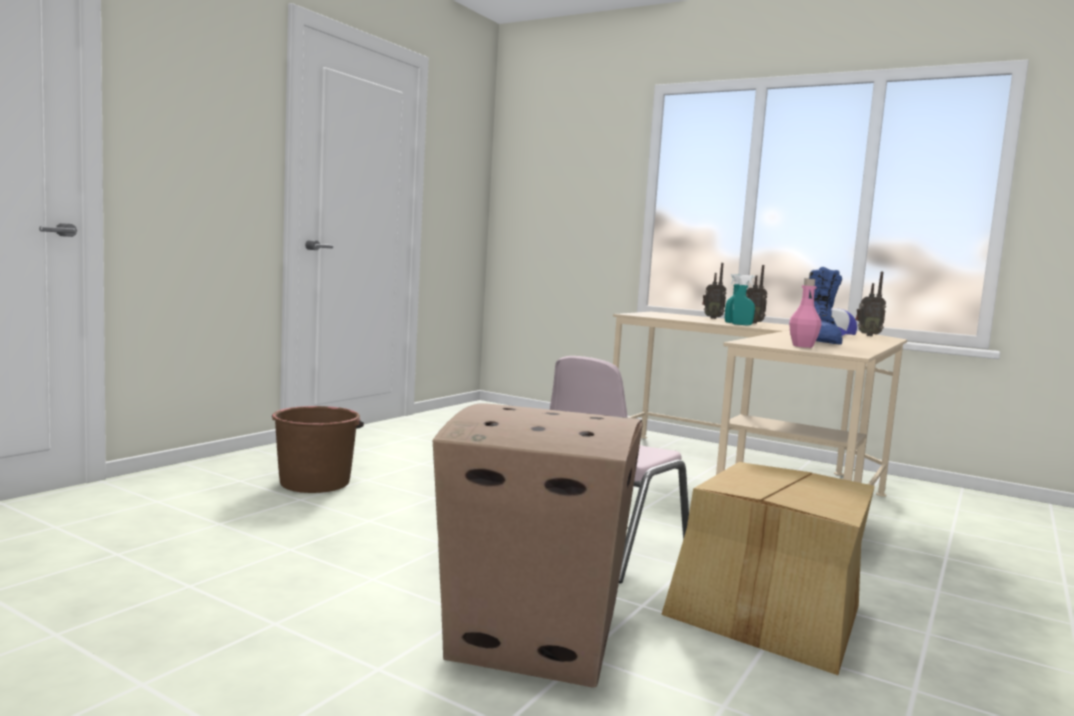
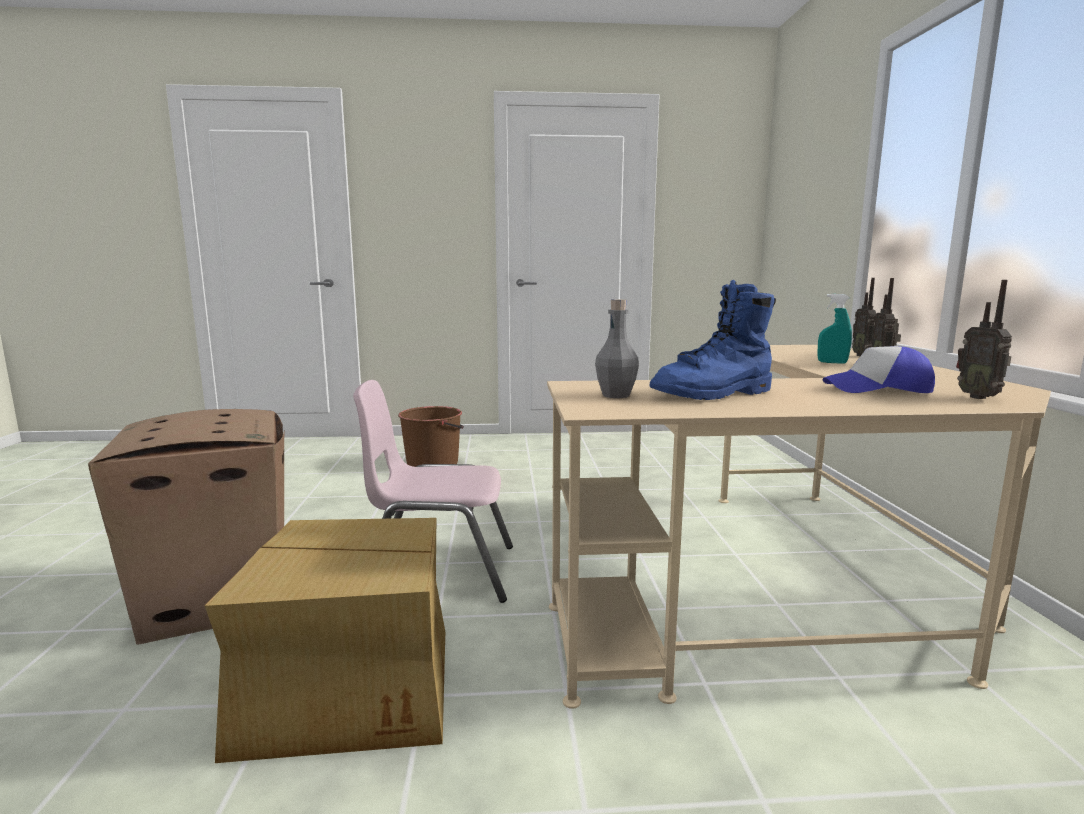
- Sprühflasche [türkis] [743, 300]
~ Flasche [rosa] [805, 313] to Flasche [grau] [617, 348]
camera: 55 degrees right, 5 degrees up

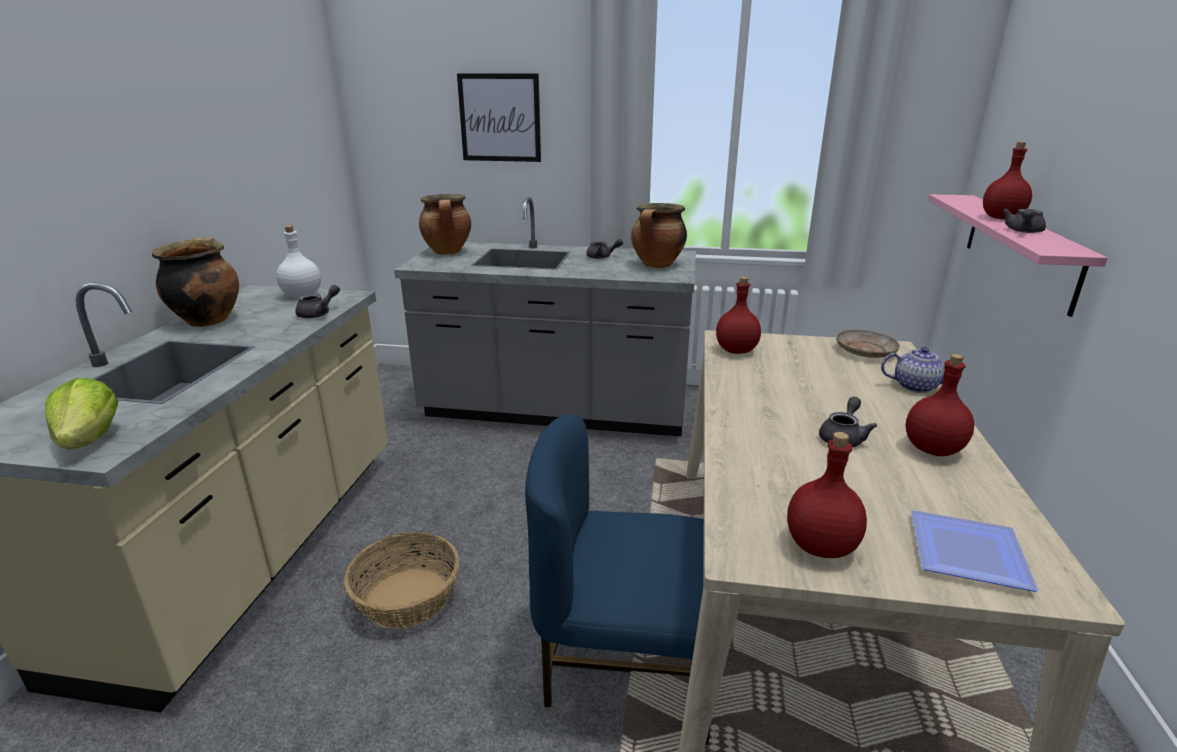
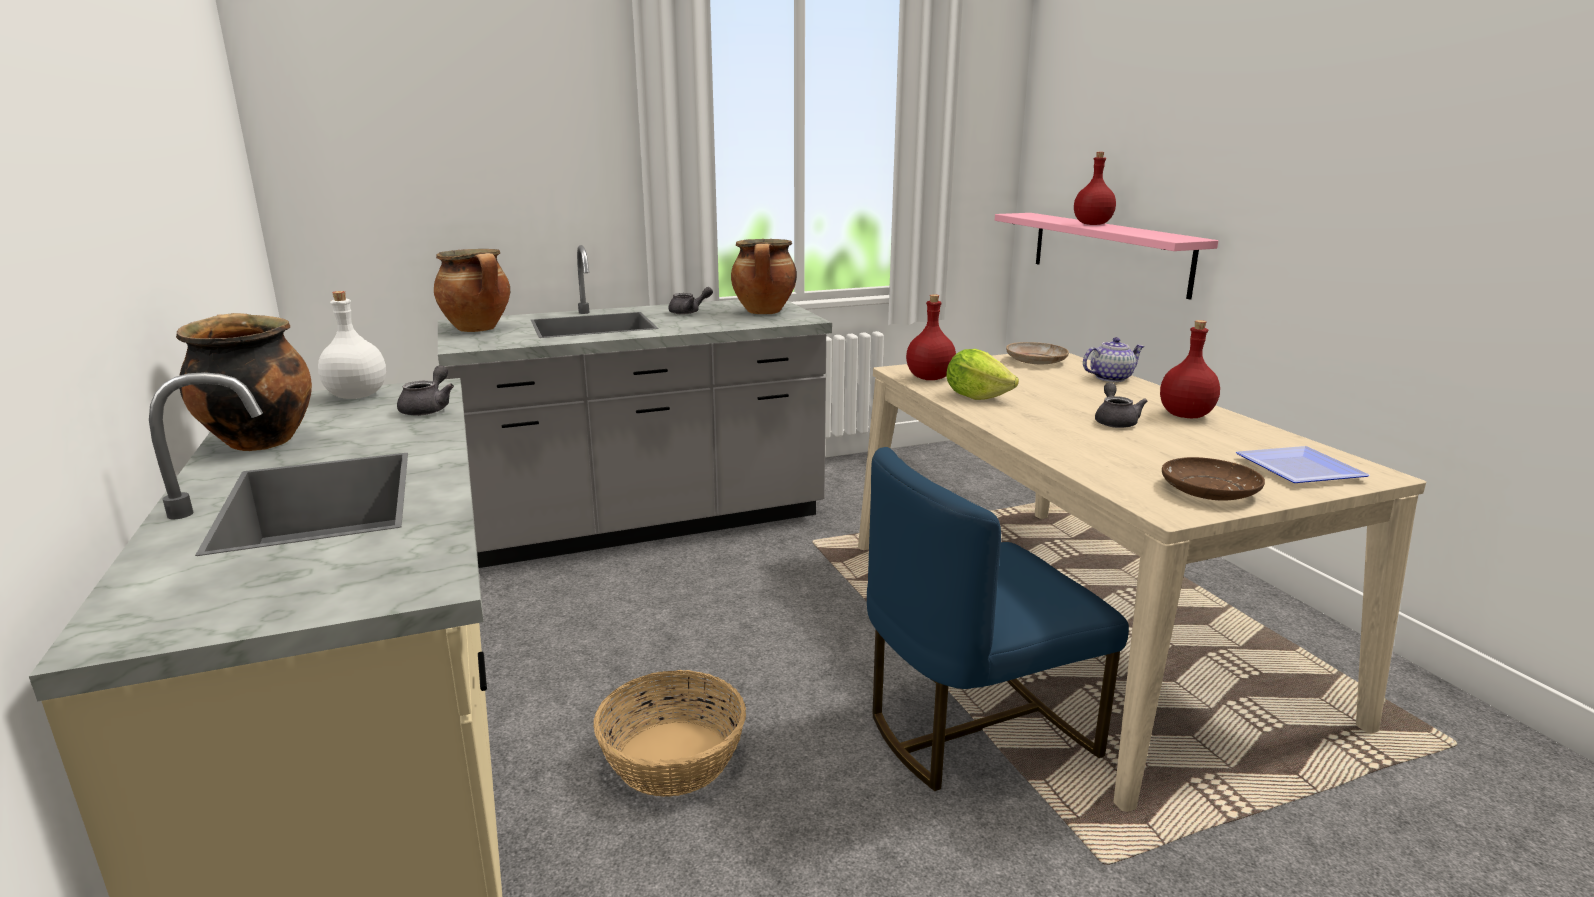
- Bild [499, 117]
- Teekanne [grau] [1024, 221]
~ Salatkopf [81, 413] to [982, 374]
~ Flasche [rot] [827, 495] to Teller [braun] [1213, 479]
camera: 30 degrees left, 5 degrees down

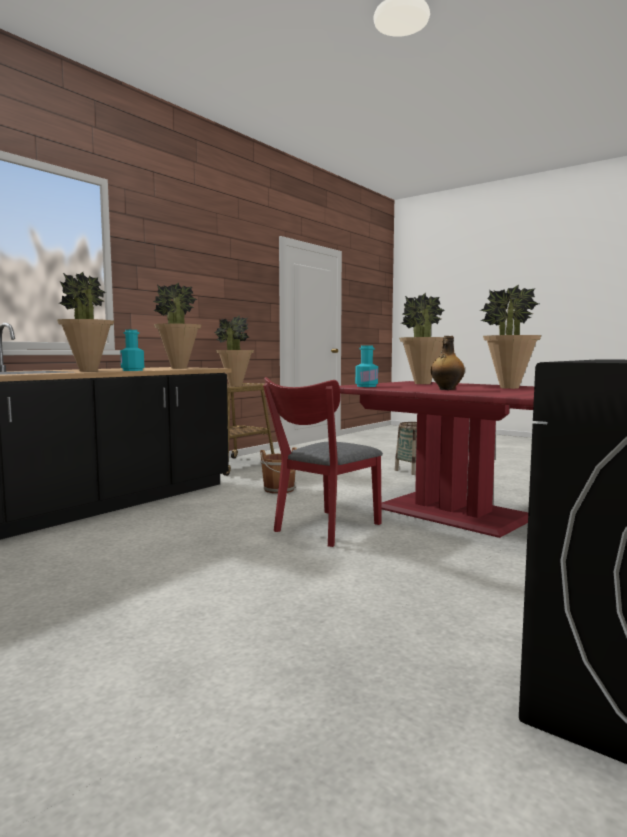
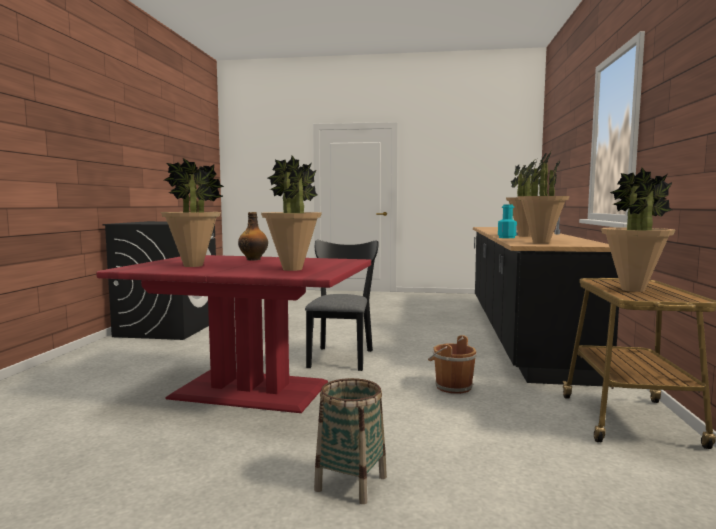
- Flasche [türkis] [366, 366]
~ Stuhl [rot] [323, 462] to Stuhl [schwarz] [342, 305]
camera: 150 degrees right, 0 degrees up

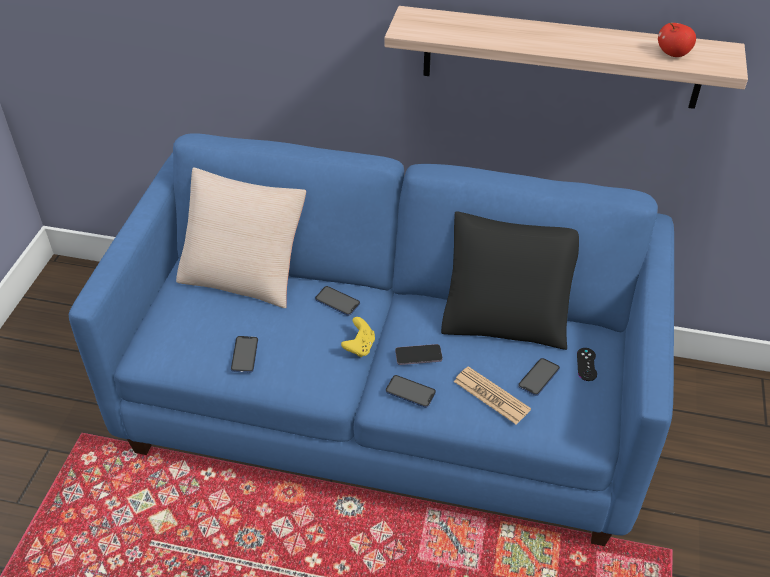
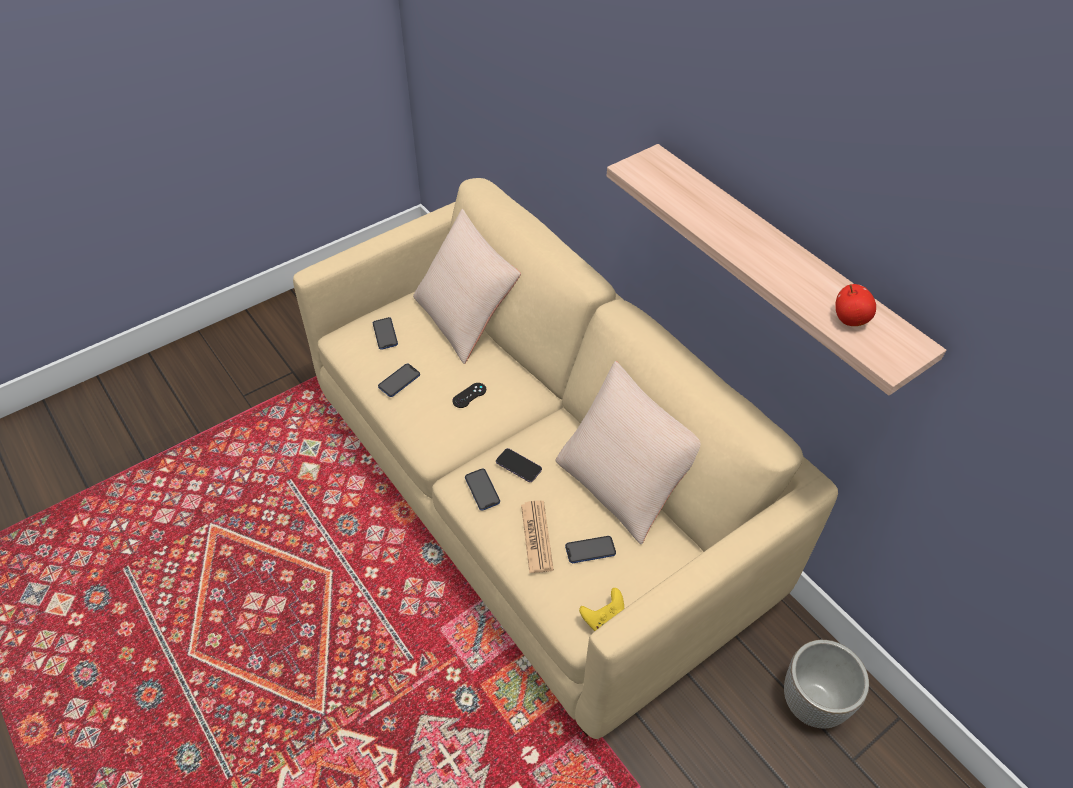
+ Pflanzkübel [826, 684]
~ Handy [337, 301] to [385, 333]
~ Gamepad [gelb] [358, 337] to [601, 609]
~ Gamepad [schwarz] [587, 364] to [469, 395]
~ Sofa [blau] [371, 339] to Sofa [beige] [565, 458]
~ Kissen [schwarz] [510, 280] to Kissen [beige] [628, 452]
camera: 40 degrees right, 5 degrees up

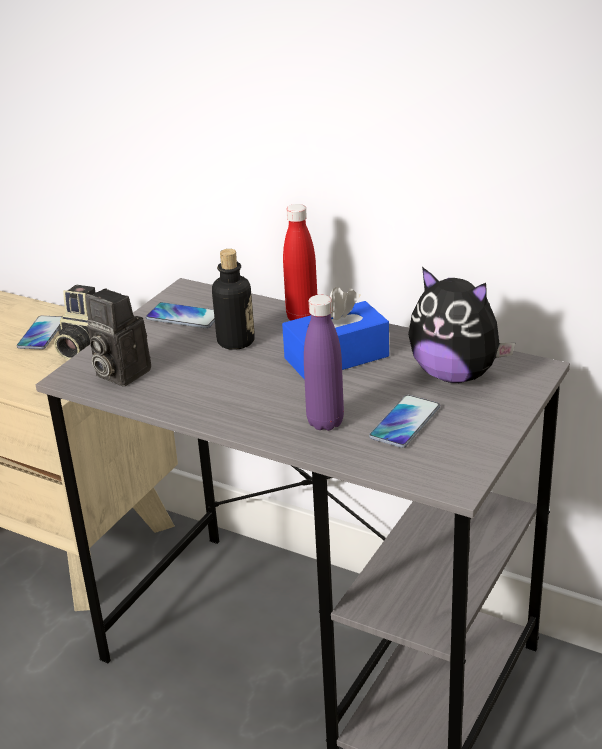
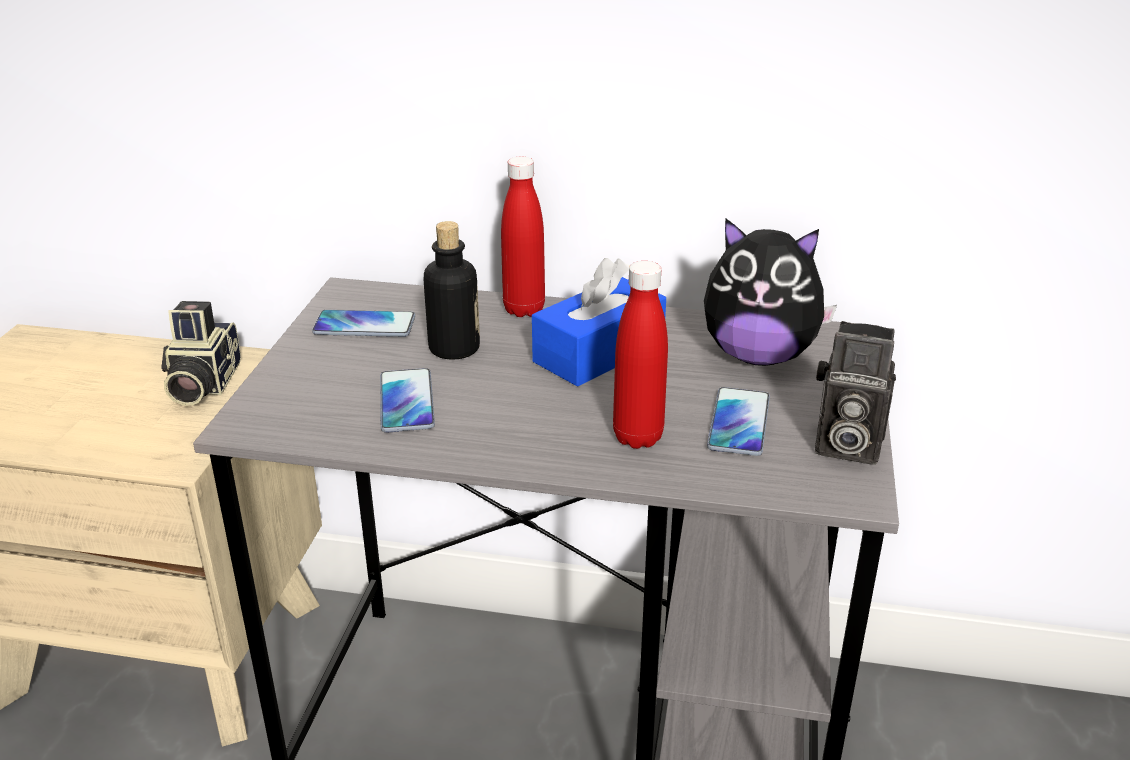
~ Handy [39, 332] to [407, 400]
~ Kamera [118, 337] to [855, 393]
~ Flasche [lila] [324, 363] to Flasche [rot] [640, 355]
camera: 20 degrees left, 0 degrees up

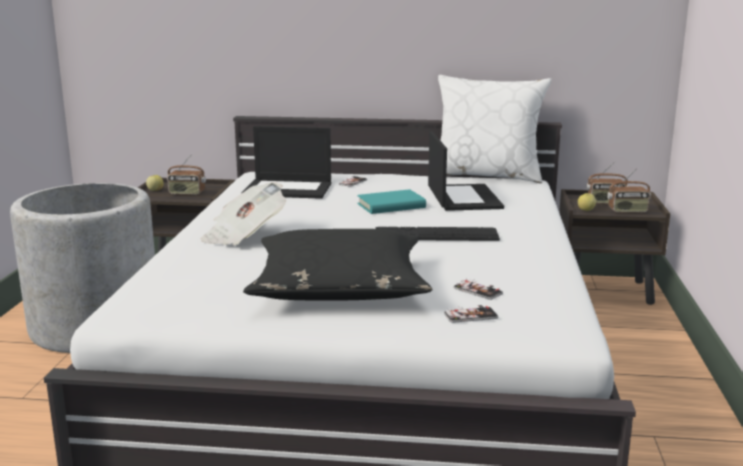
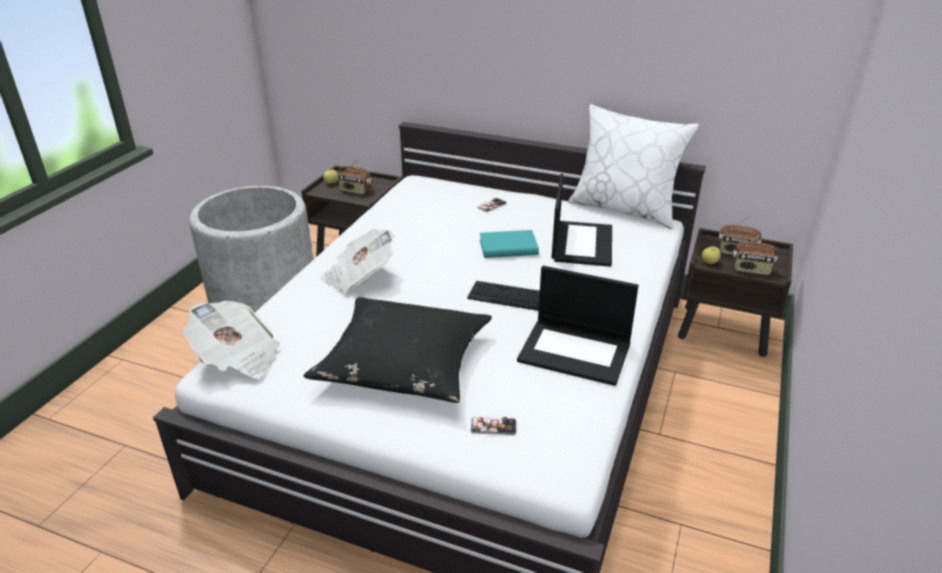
- Handy [478, 290]
+ Zeitung [231, 339]
~ Laptop [286, 162] to [578, 326]
camera: 15 degrees right, 15 degrees up

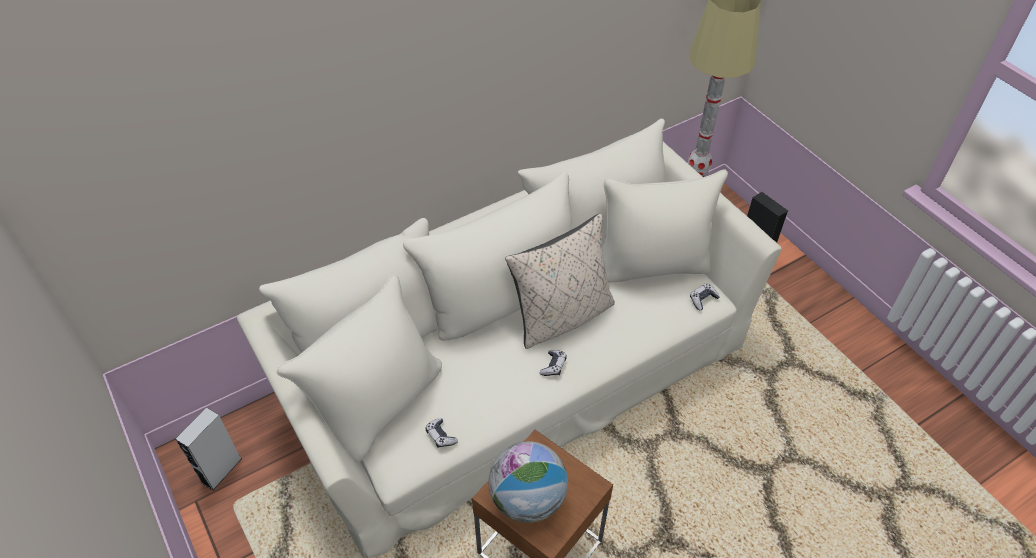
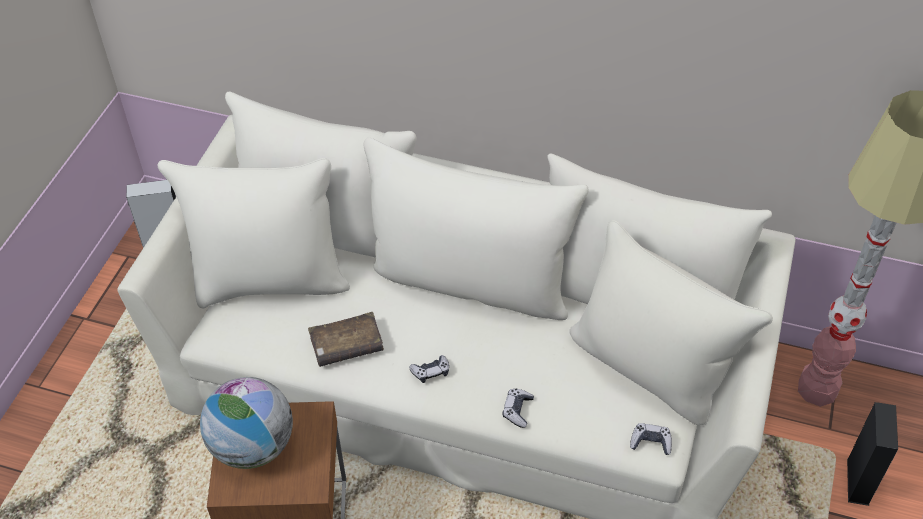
- Kissen [beige] [560, 281]
+ Buch [braun] [346, 339]
~ Gamepad [441, 433] to [518, 408]
camera: 50 degrees right, 0 degrees up

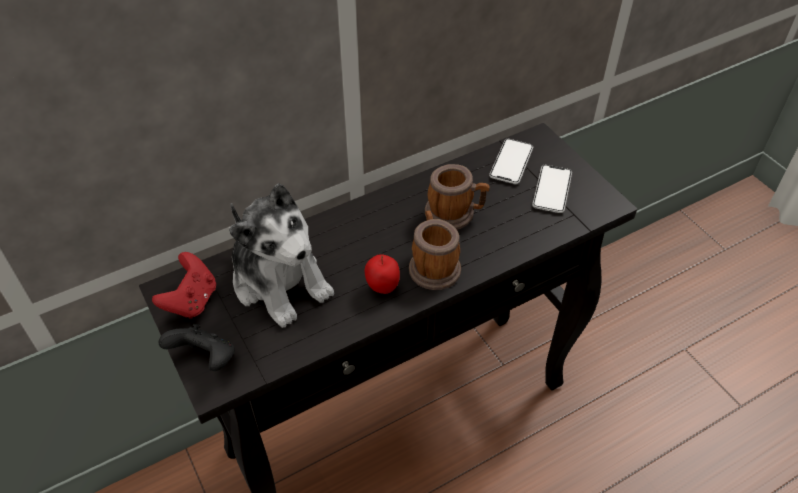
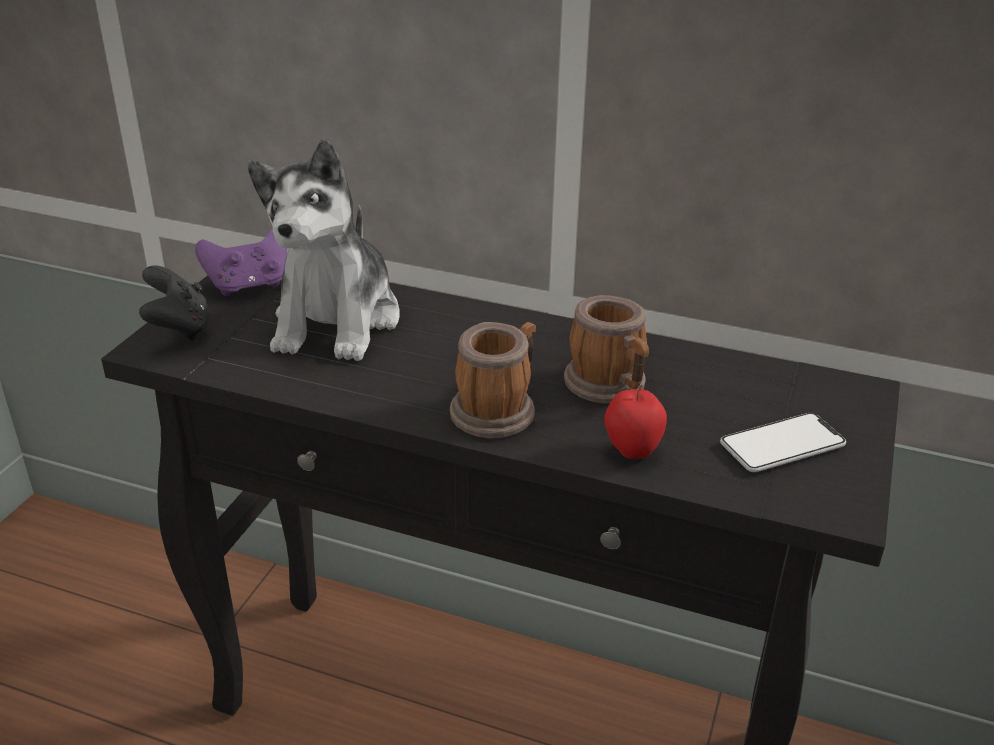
- Handy [511, 161]
~ Apfel [382, 274] to [635, 422]
~ Gamepad [rot] [184, 285] to Gamepad [lila] [241, 262]
camera: 50 degrees right, 15 degrees down

